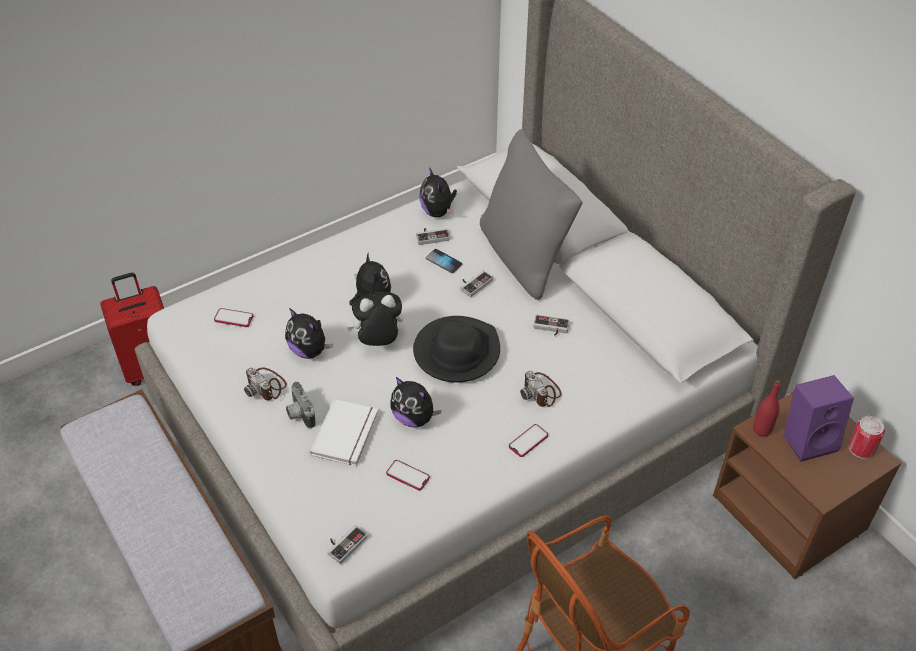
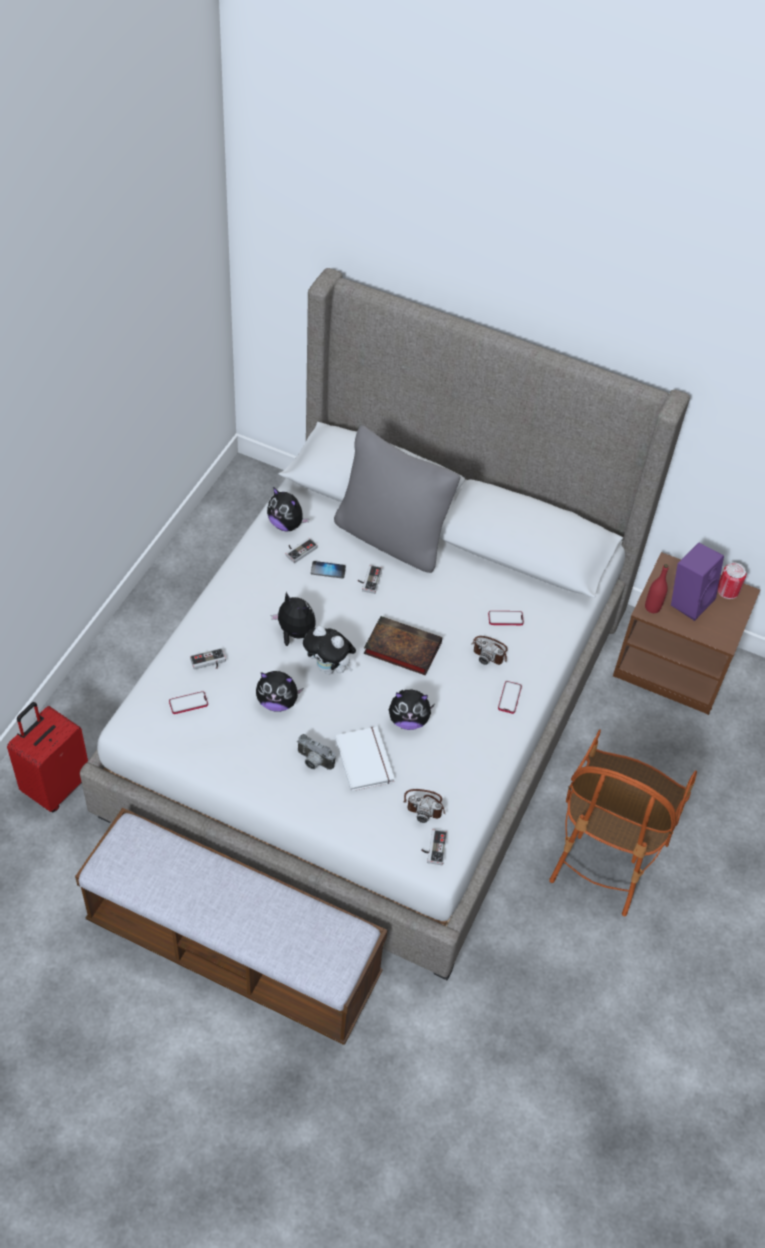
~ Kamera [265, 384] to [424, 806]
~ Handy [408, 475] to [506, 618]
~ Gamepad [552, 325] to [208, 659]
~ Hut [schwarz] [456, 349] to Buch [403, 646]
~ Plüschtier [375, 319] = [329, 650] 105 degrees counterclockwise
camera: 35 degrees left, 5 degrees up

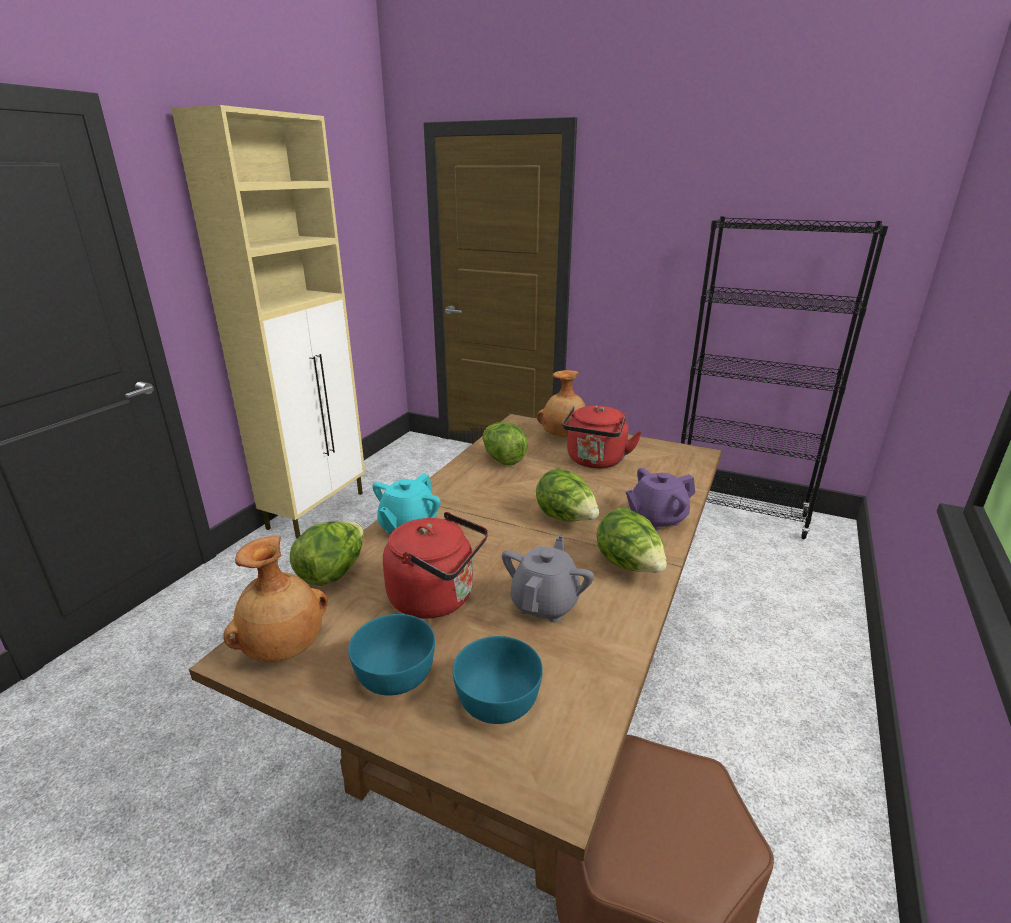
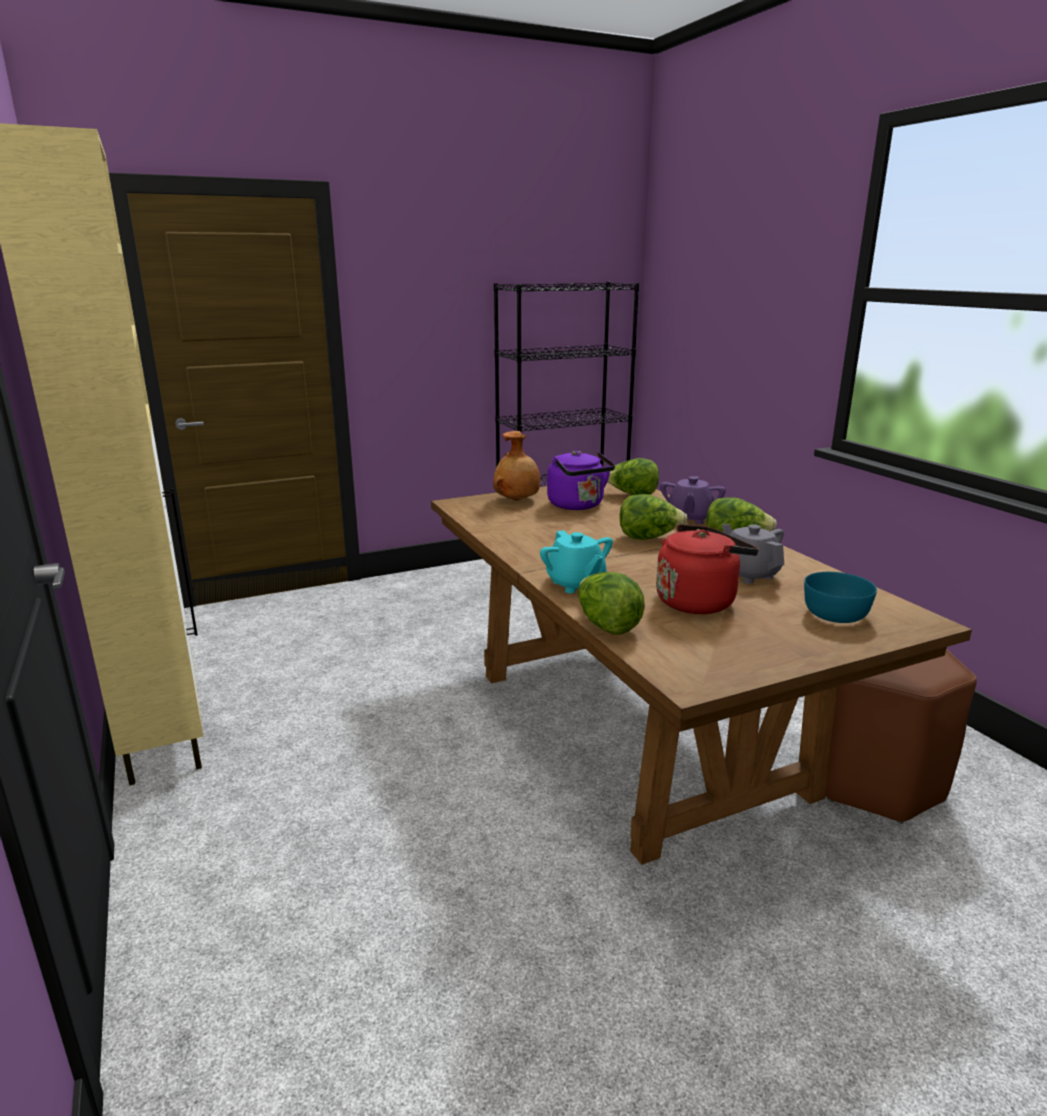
- Vase [braun] [275, 599]
- Schüssel [türkis] [391, 655]
~ Salatkopf [505, 443] to [633, 476]
~ Wasserkessel [rot] [602, 436] to Wasserkessel [lila] [581, 480]
camera: 50 degrees left, 5 degrees down

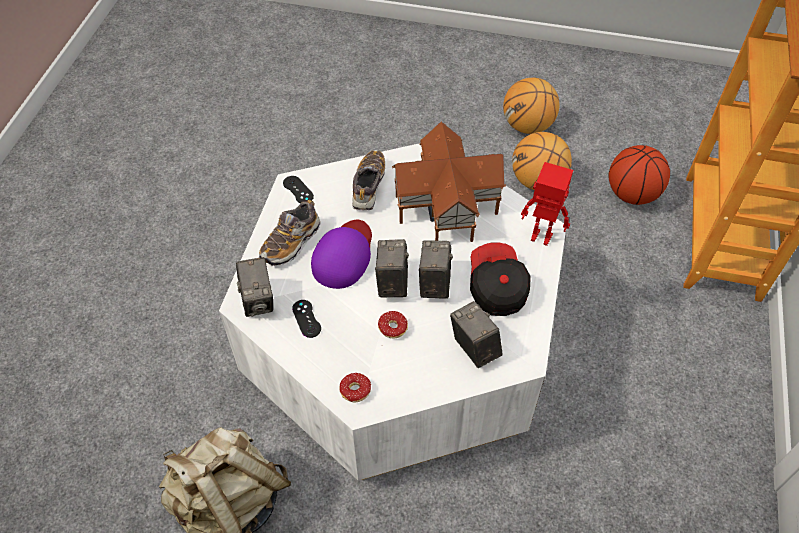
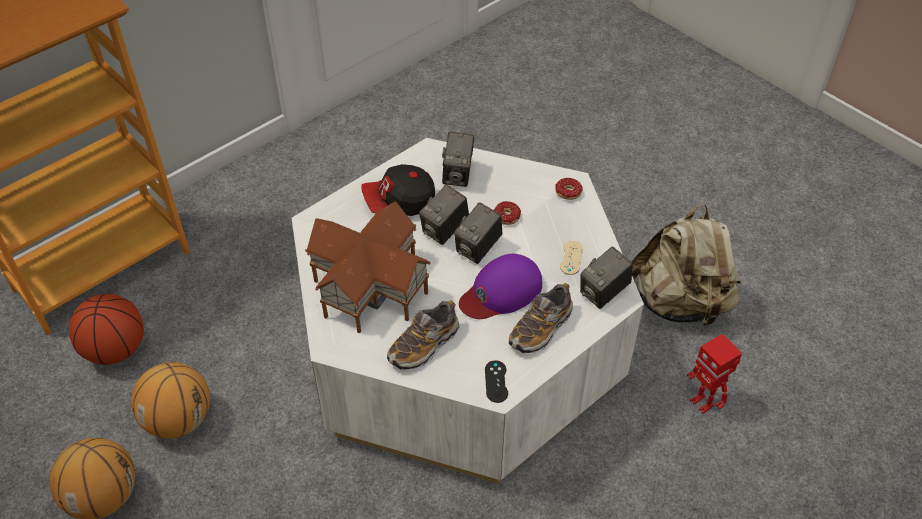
~ Spielzeugroboter [547, 204] to [714, 374]
~ Gamepad [schwarz] [306, 319] to Gamepad [beige] [571, 258]
~ Kamera [254, 287] = [606, 277] 150 degrees counterclockwise
~ Schuh [290, 233] = [540, 318] 150 degrees clockwise
~ Kappe [500, 279] = [398, 190] 45 degrees clockwise
camera: 145 degrees left, 5 degrees down

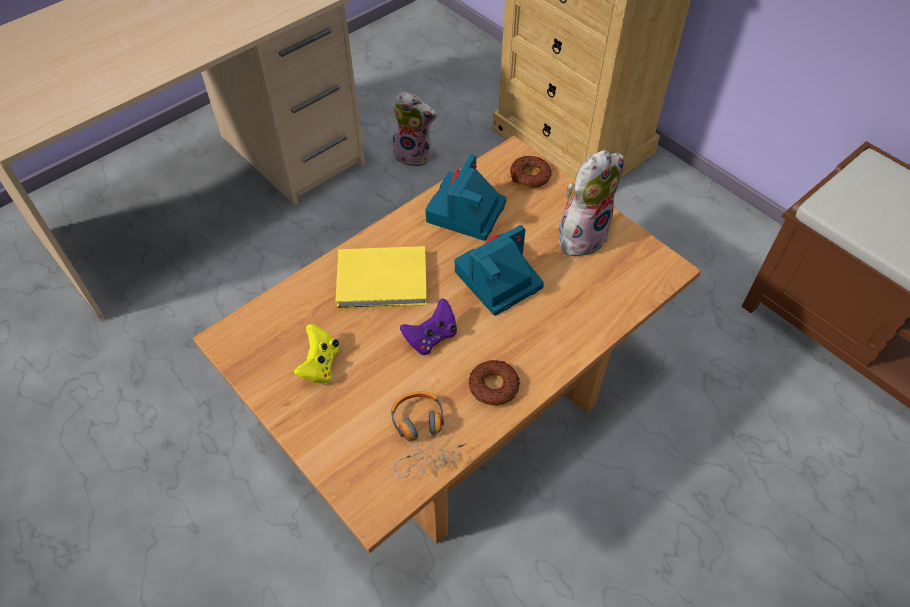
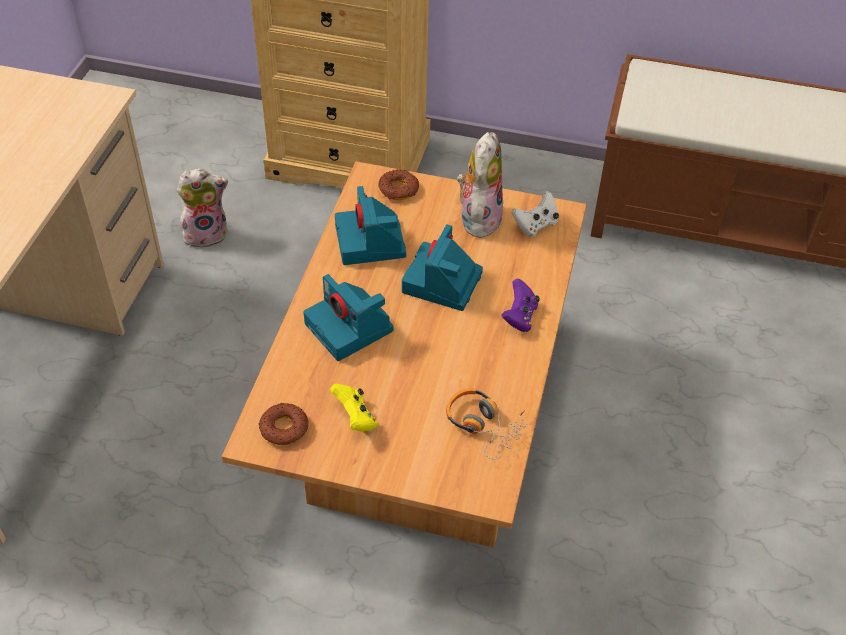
+ Gamepad [weiß] [535, 214]
~ Gamepad [lila] [428, 326] to [521, 305]
~ Donut [494, 382] to [284, 424]
~ Buch [gelb] [381, 277] to Kamera [348, 317]
camera: 35 degrees left, 5 degrees down

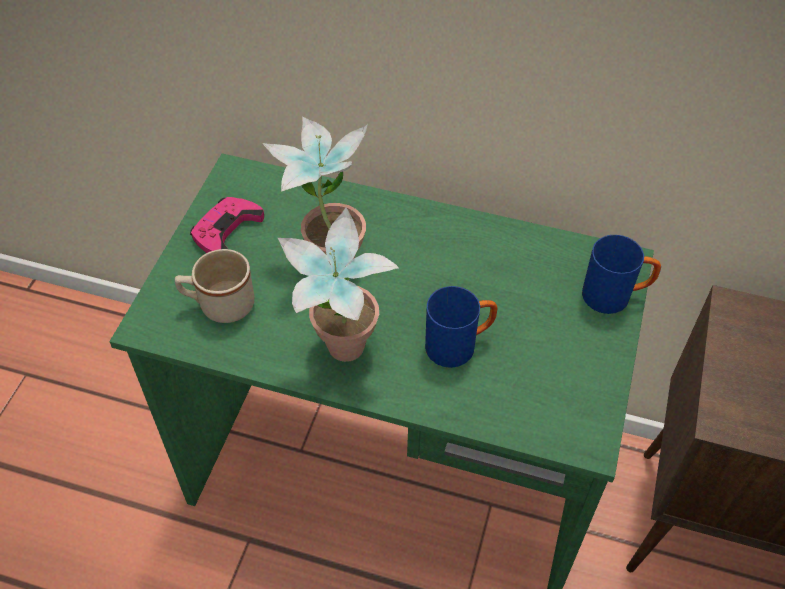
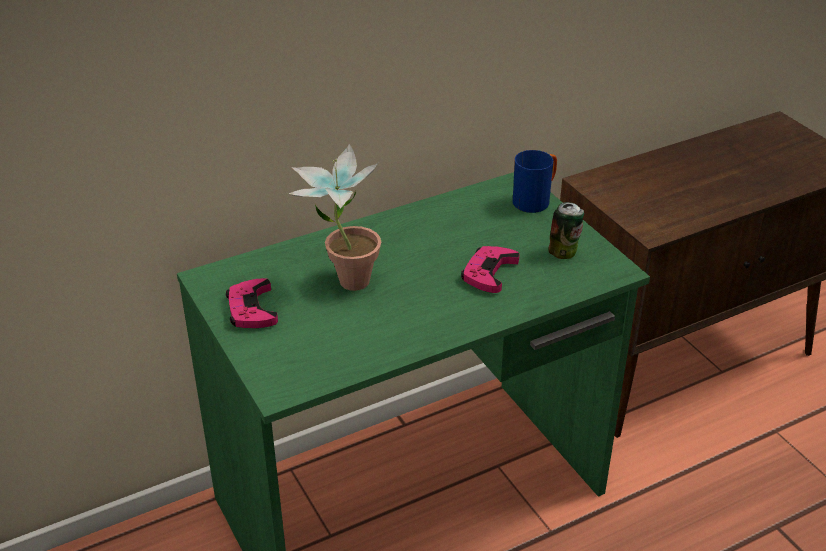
- Henkelbecher [beige] [214, 286]
- Topfpflanze [338, 284]
+ Dose [566, 230]
~ Henkelbecher [blau] [461, 327] to Gamepad [rosa] [490, 269]
camera: 45 degrees left, 15 degrees down

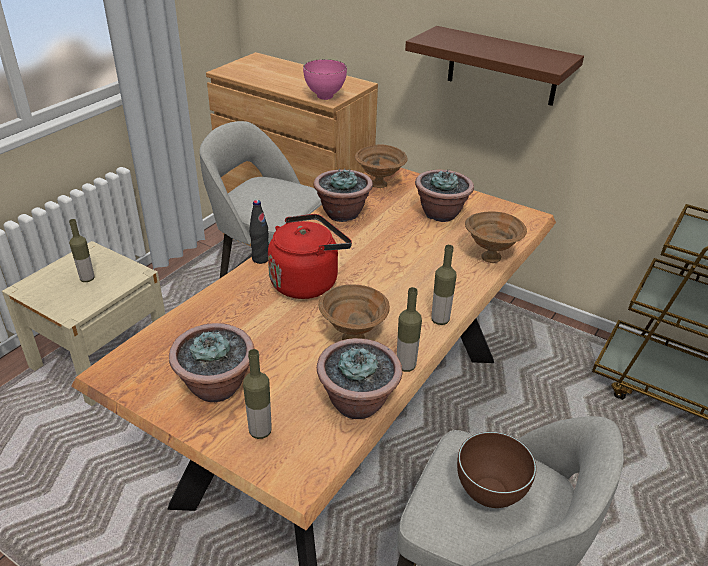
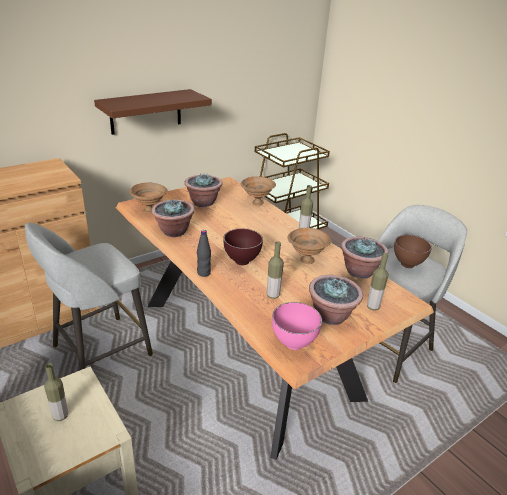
~ Schüssel [rosa] [325, 79] to [297, 326]
~ Flasche [409, 329] to [275, 270]
~ Wasserkessel [rot] [310, 256] to Schüssel [braun] [243, 247]
camera: 70 degrees left, 5 degrees down

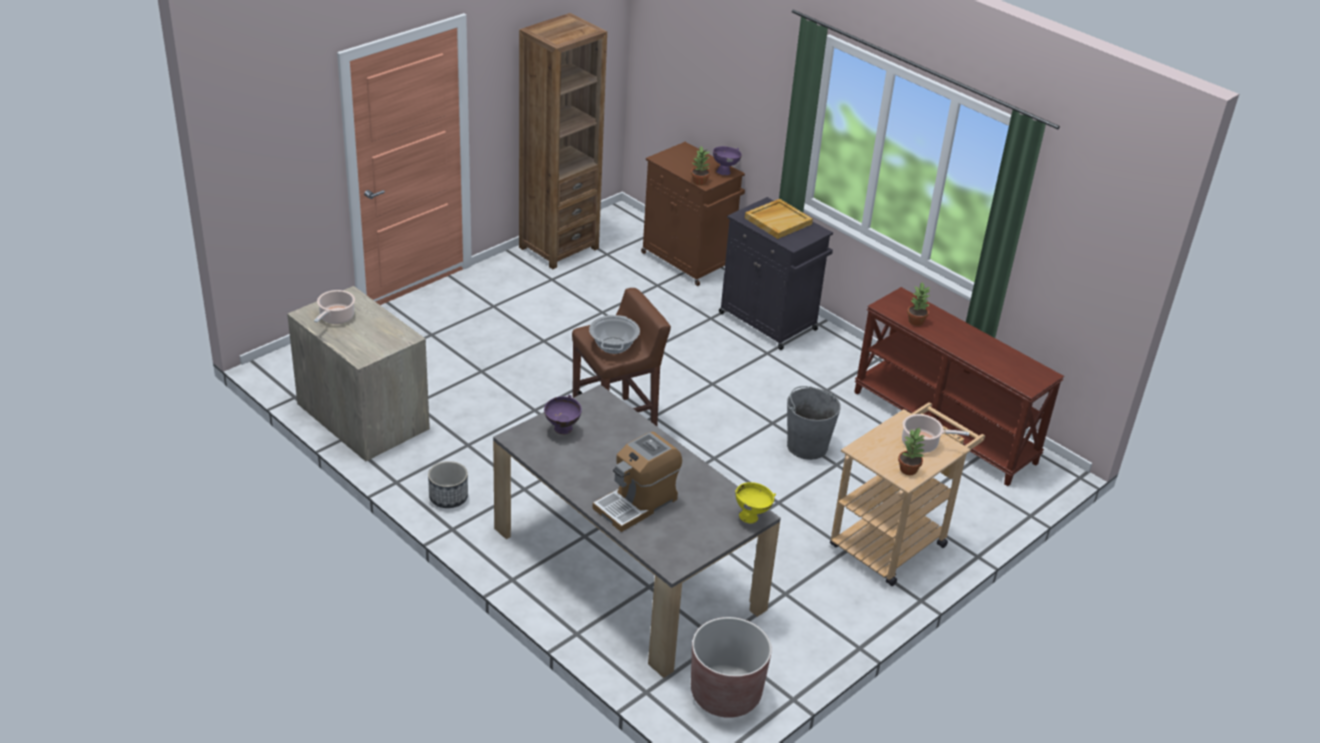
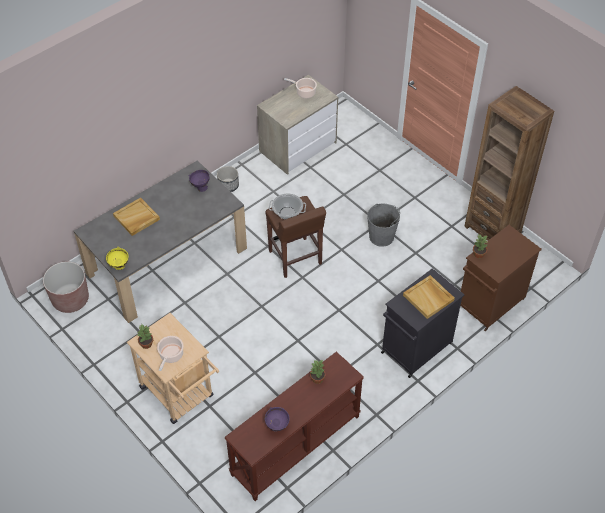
~ Schüssel [lila] [727, 160] to [277, 419]
~ Eimer [grau] [814, 423] to [383, 225]
~ Kaffeemaschine [637, 482] to Tablett [beige] [136, 217]
camera: 95 degrees right, 15 degrees up

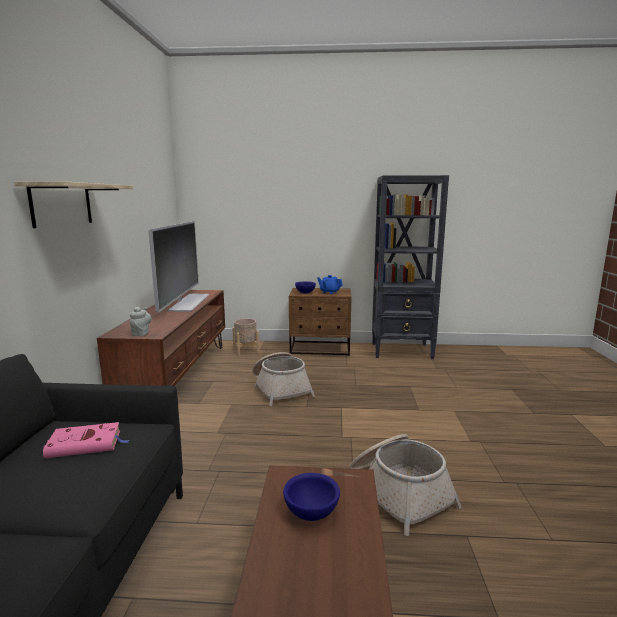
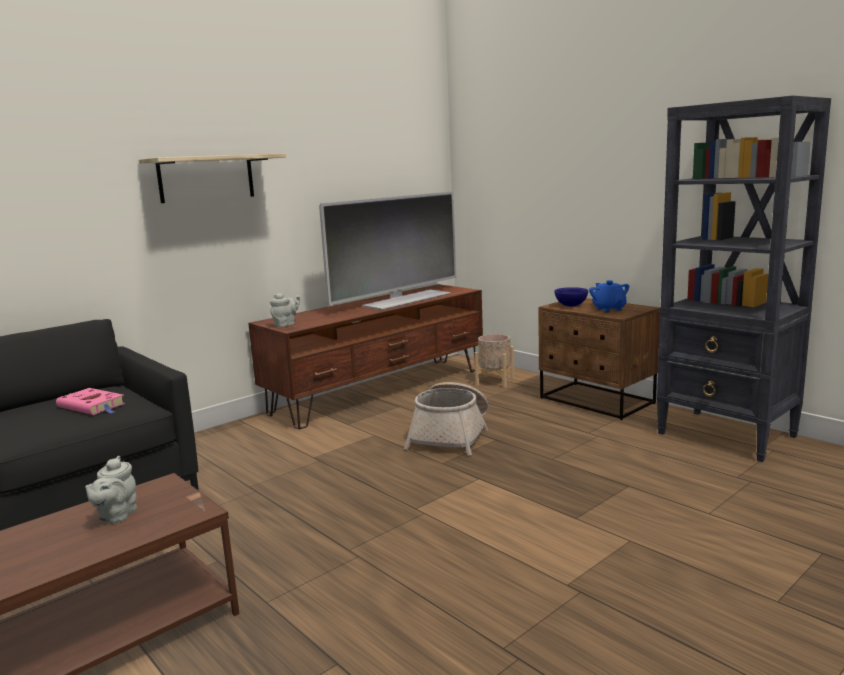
- Korb [405, 485]
~ Schüssel [blau] [311, 497] to Teekanne [grau] [111, 490]
camera: 45 degrees right, 0 degrees up

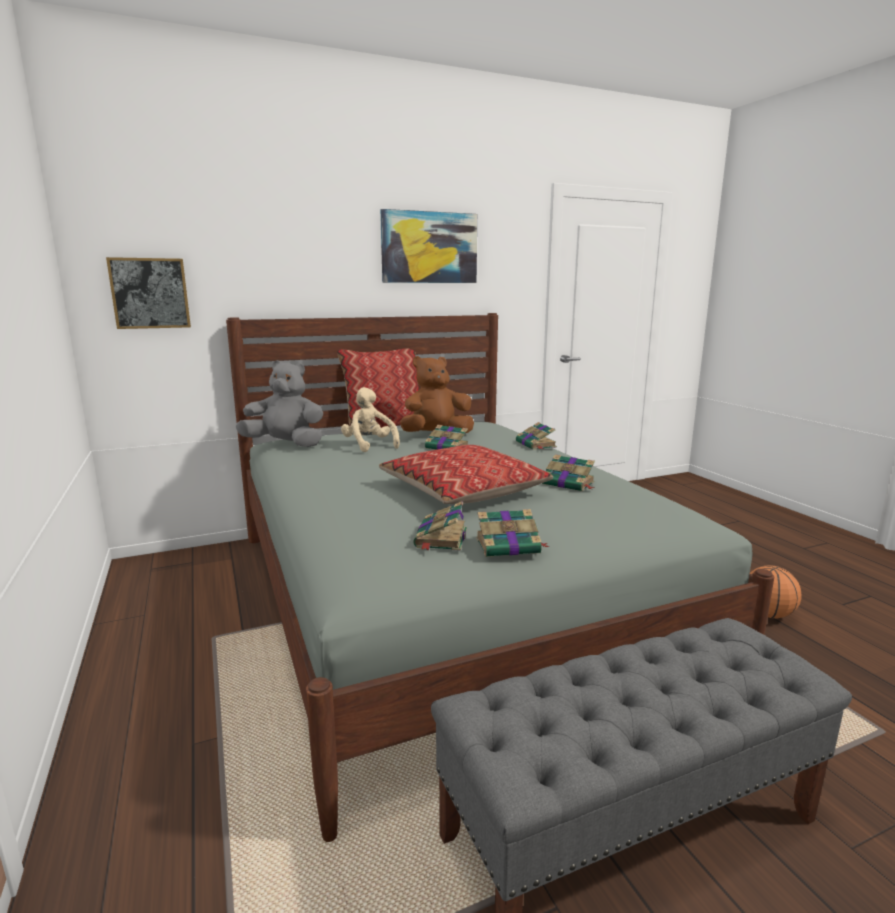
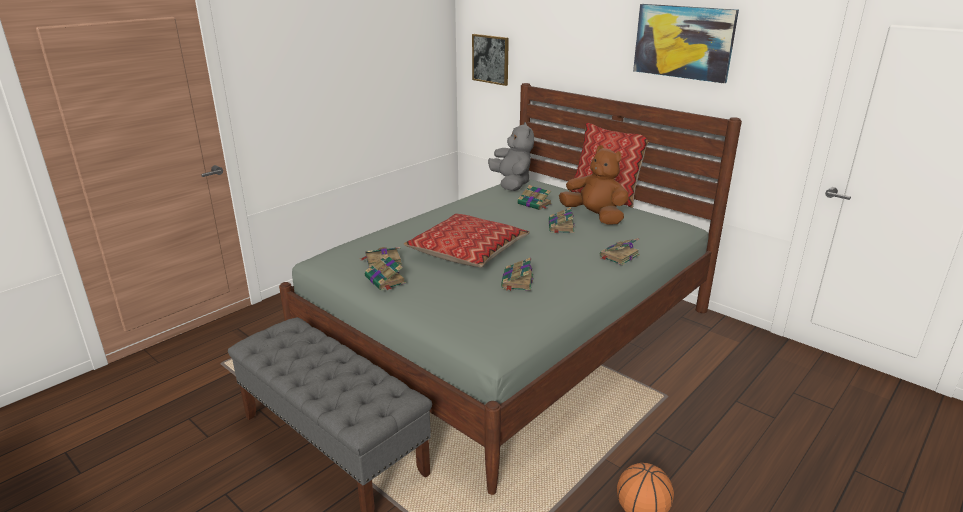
~ Plüschtier [beige] [370, 419] to Buch [534, 197]
camera: 65 degrees right, 10 degrees up

